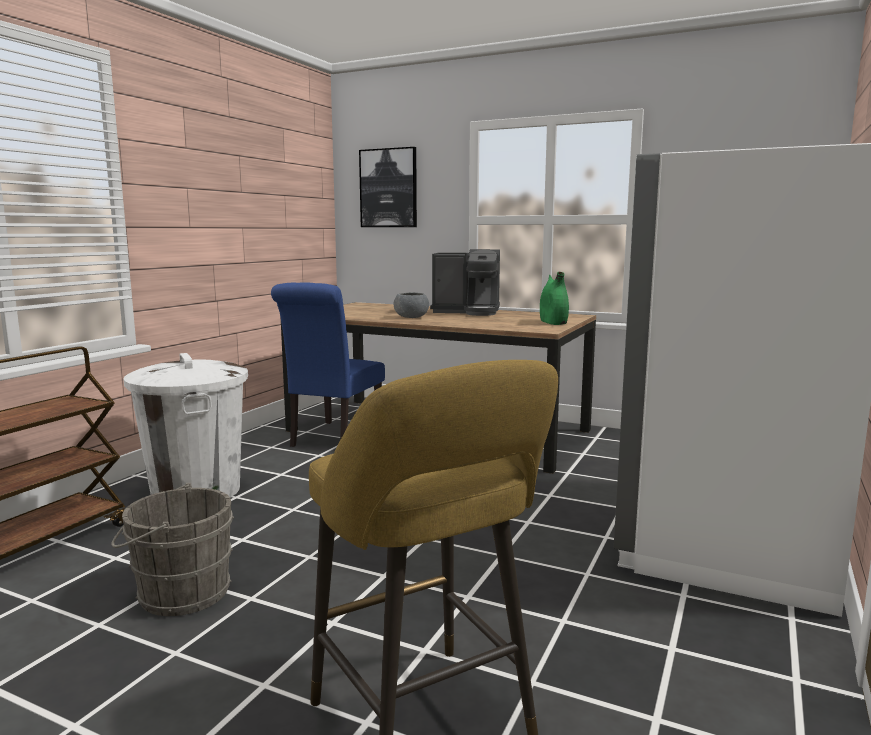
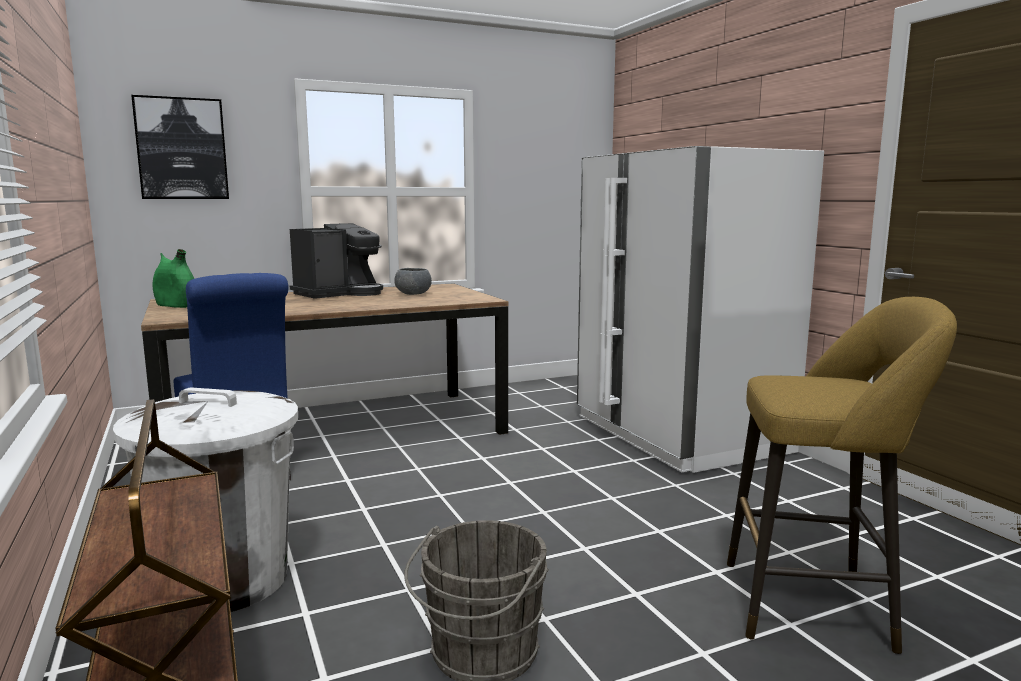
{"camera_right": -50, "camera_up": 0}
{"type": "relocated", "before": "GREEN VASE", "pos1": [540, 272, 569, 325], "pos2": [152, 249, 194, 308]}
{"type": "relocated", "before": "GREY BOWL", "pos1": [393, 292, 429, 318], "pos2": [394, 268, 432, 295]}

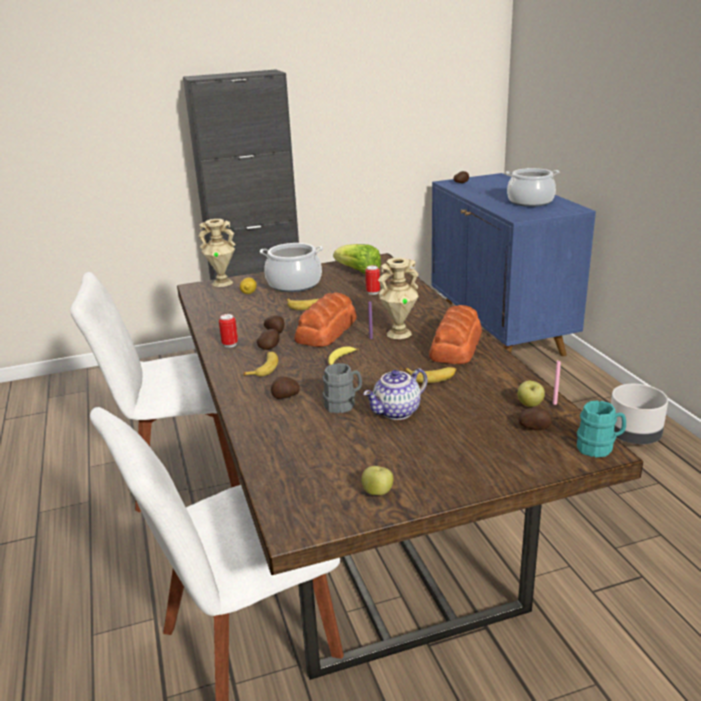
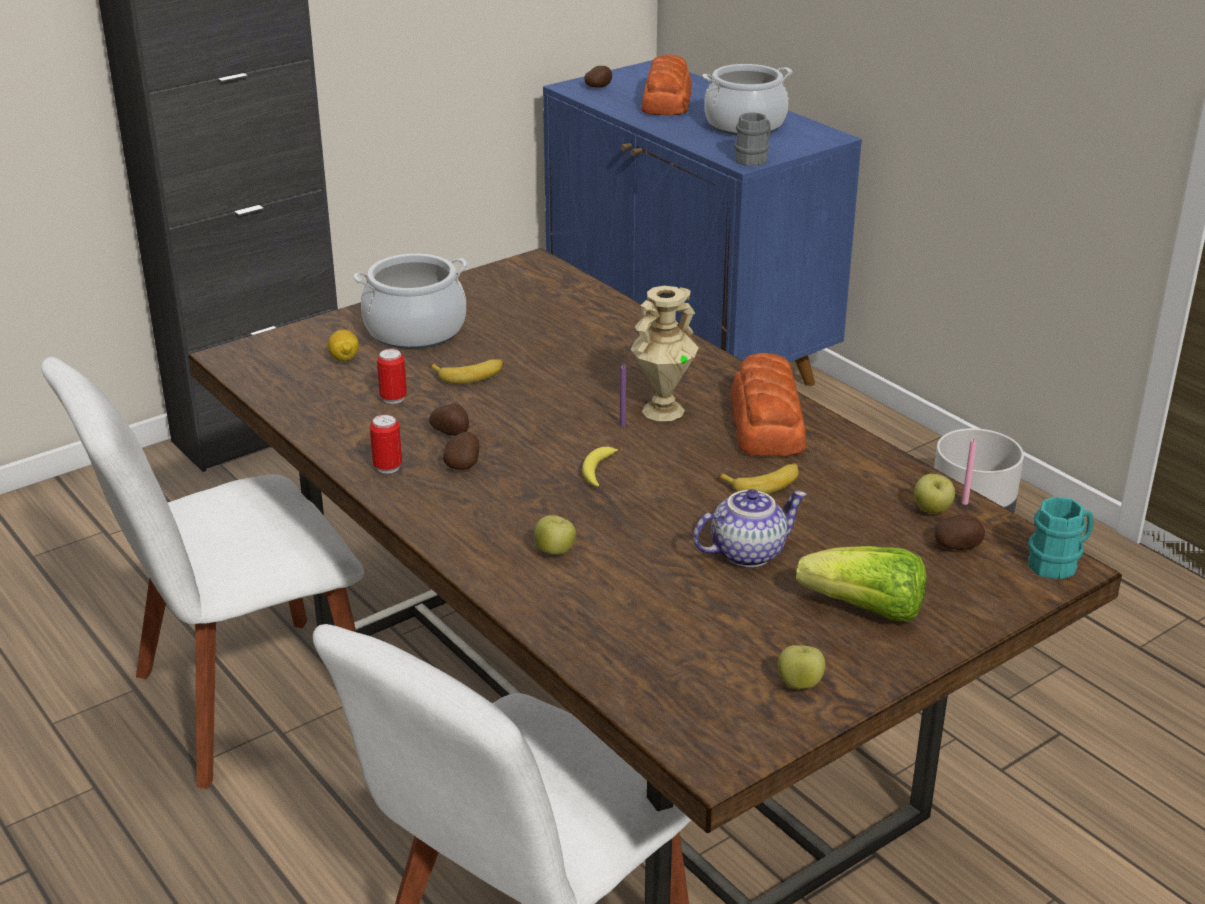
{"camera_right": -20, "camera_up": 5}
{"type": "relocated", "before": "CAN", "pos1": [365, 265, 380, 295], "pos2": [377, 349, 407, 404]}
{"type": "exchanged", "before": "POTATO", "after": "APPLE", "pos1": [271, 376, 300, 399], "pos2": [534, 515, 576, 555]}
{"type": "relocated", "before": "BREAD", "pos1": [294, 292, 357, 347], "pos2": [641, 55, 692, 115]}
{"type": "spun", "before": "TEAPOT", "pos1": [363, 368, 427, 420], "pos2": [693, 489, 807, 567], "turn": -150}
{"type": "relocated", "before": "GREY MUG", "pos1": [323, 363, 362, 413], "pos2": [734, 112, 771, 166]}
{"type": "relocated", "before": "LETTUCE", "pos1": [333, 244, 381, 274], "pos2": [796, 546, 927, 622]}
{"type": "missing", "before": "BEIGE VASE", "pos1": [198, 219, 235, 287]}
{"type": "missing", "before": "BANANA", "pos1": [243, 352, 278, 377]}

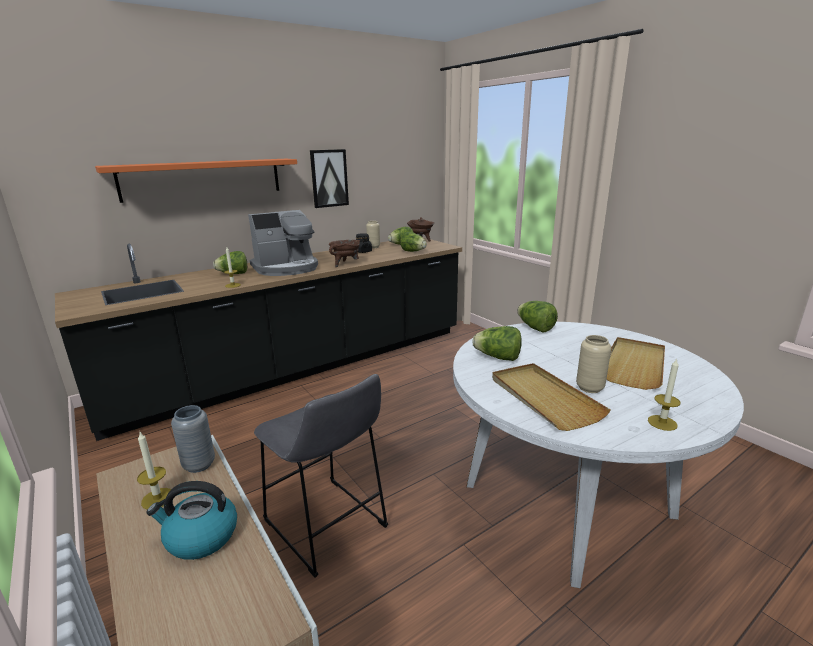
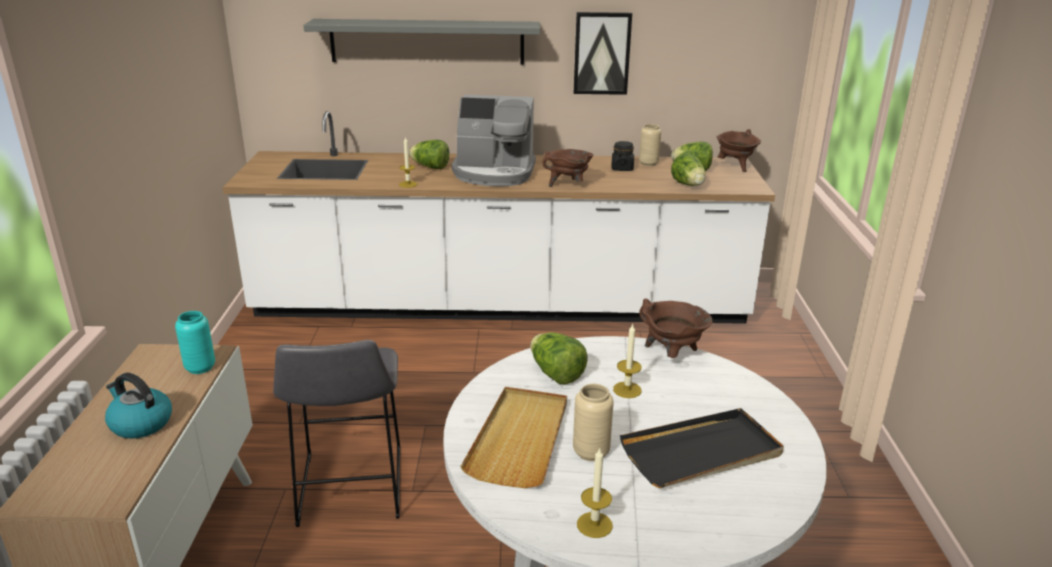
{"camera_right": 35, "camera_up": 5}
{"type": "colour", "before": "GREY VASE", "after": "TURQUOISE VASE", "pos1": [171, 405, 215, 473], "pos2": [175, 311, 215, 374]}
{"type": "colour", "before": "BLACK COUNTER", "after": "WHITE COUNTER", "pos1": [55, 237, 462, 441], "pos2": [223, 111, 775, 324]}
{"type": "colour", "before": "ORANGE SHELF", "after": "GREY SHELF", "pos1": [95, 159, 297, 203], "pos2": [303, 19, 540, 65]}
{"type": "relocated", "before": "CANDLE", "pos1": [137, 432, 171, 510], "pos2": [613, 324, 642, 398]}
{"type": "colour", "before": "BEIGE TRAY", "after": "BLACK TRAY", "pos1": [606, 337, 665, 390], "pos2": [620, 408, 784, 488]}
{"type": "exchanged", "before": "LETTUCE", "after": "BROWN COOKING POT", "pos1": [517, 301, 558, 333], "pos2": [639, 298, 713, 358]}

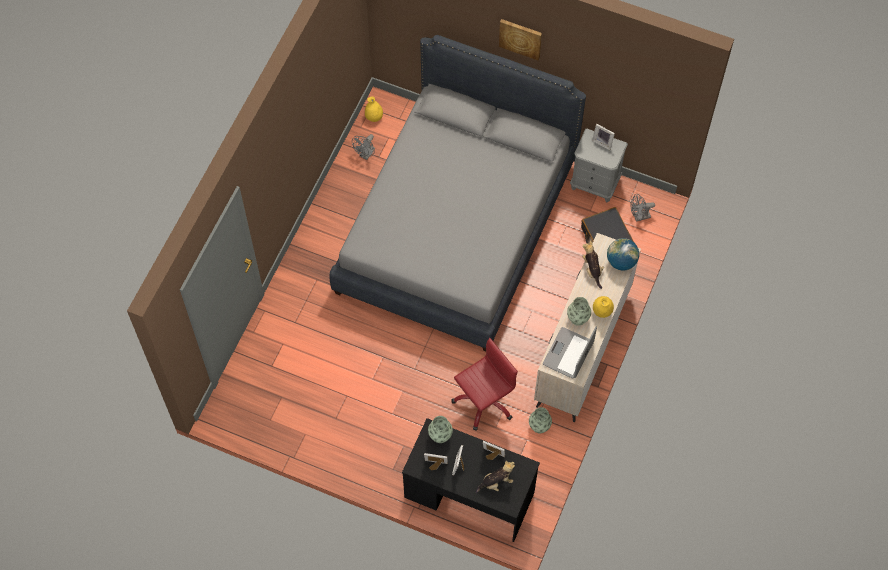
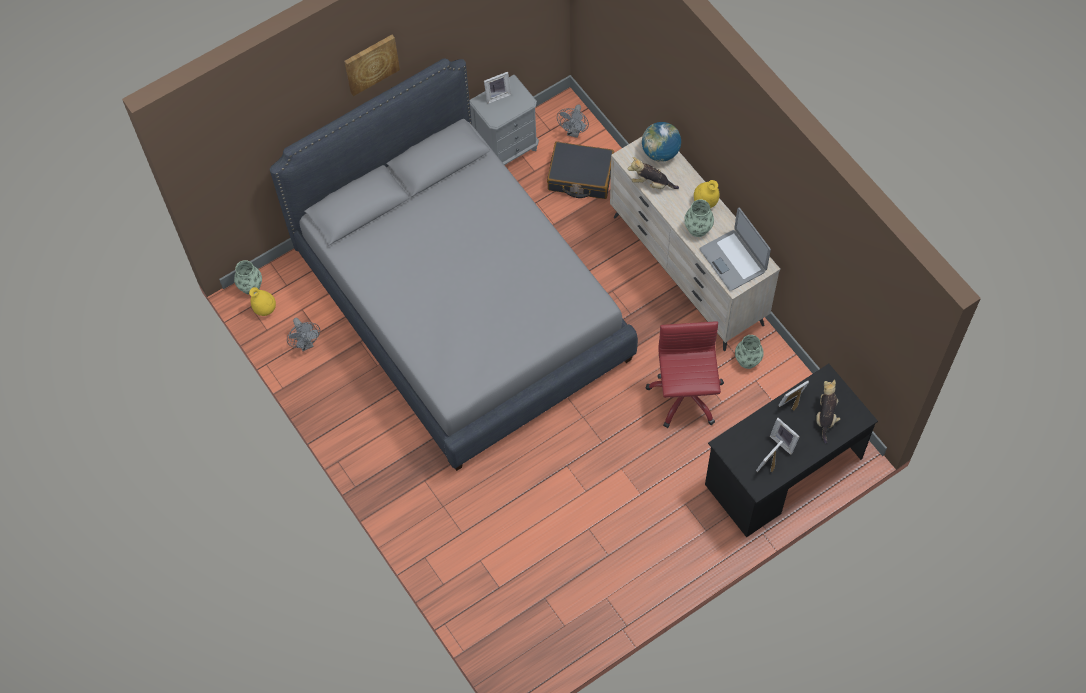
{"camera_right": -55, "camera_up": 0}
{"type": "relocated", "before": "VASE", "pos1": [428, 416, 453, 443], "pos2": [234, 260, 262, 295]}

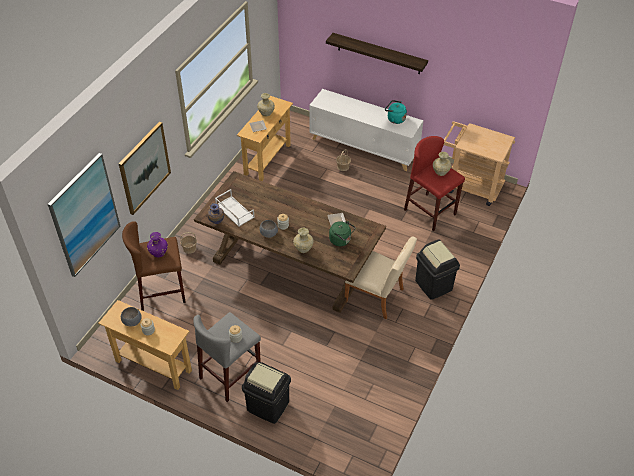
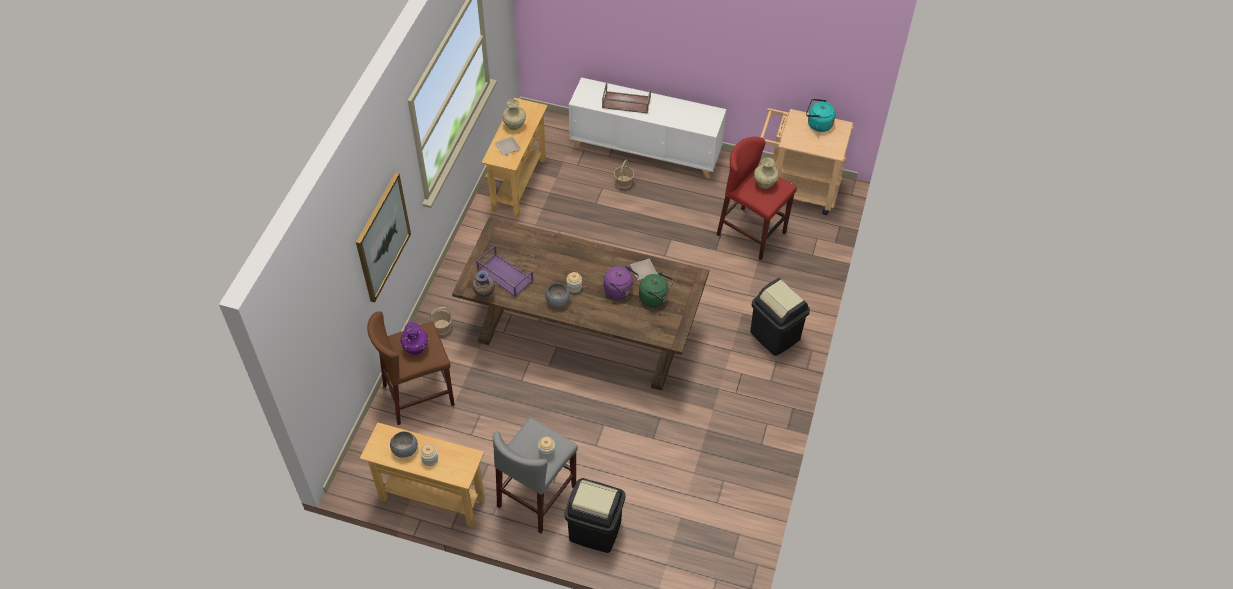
{"camera_right": -10, "camera_up": 5}
{"type": "colour", "before": "WHITE TRAY", "after": "PURPLE TRAY", "pos1": [215, 189, 255, 227], "pos2": [476, 245, 533, 297]}
{"type": "appeared", "after": "BROWN TRAY", "pos2": [602, 83, 651, 113]}
{"type": "appeared", "after": "PURPLE KETTLE", "pos2": [604, 266, 639, 299]}
{"type": "relocated", "before": "TURQUOISE KETTLE", "pos1": [385, 100, 407, 124], "pos2": [806, 99, 835, 132]}
{"type": "missing", "before": "PICTURE", "pos1": [48, 153, 121, 277]}
{"type": "missing", "before": "BEIGE VASE", "pos1": [293, 228, 314, 253]}
{"type": "missing", "before": "SHELF", "pos1": [326, 33, 428, 74]}
{"type": "missing", "before": "BEIGE CHAIR", "pos1": [345, 237, 417, 319]}

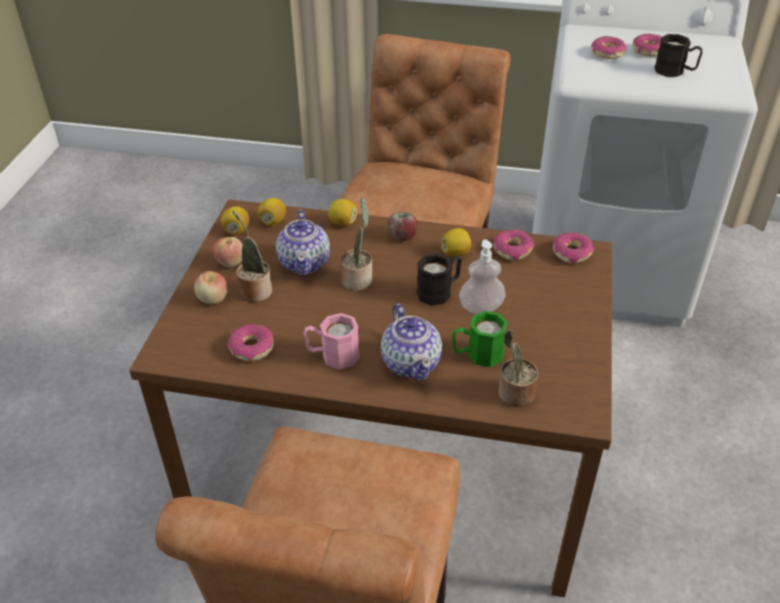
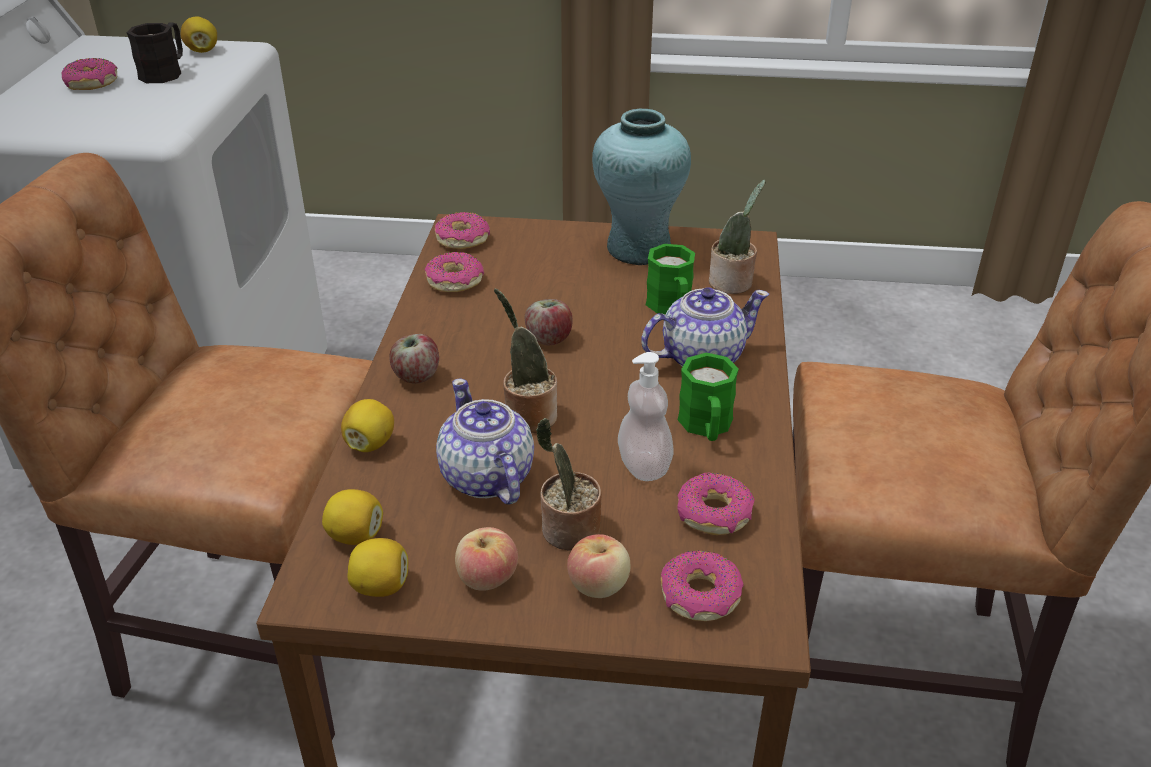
{"camera_right": -95, "camera_up": -5}
{"type": "relocated", "before": "LEMON", "pos1": [441, 228, 471, 257], "pos2": [181, 16, 217, 53]}
{"type": "spun", "before": "TEAPOT", "pos1": [276, 210, 330, 276], "pos2": [436, 379, 534, 505], "turn": -105}
{"type": "exchanged", "before": "BLACK MUG", "after": "APPLE", "pos1": [417, 254, 461, 306], "pos2": [525, 299, 573, 346]}
{"type": "appeared", "after": "TURQUOISE VASE", "pos2": [592, 108, 691, 265]}
{"type": "relocated", "before": "SOAP DISPENSER", "pos1": [459, 239, 506, 314], "pos2": [618, 352, 674, 481]}
{"type": "relocated", "before": "DONUT", "pos1": [591, 36, 626, 59], "pos2": [661, 550, 743, 621]}
{"type": "colour", "before": "PINK MUG", "after": "GREEN MUG", "pos1": [304, 313, 360, 370], "pos2": [678, 353, 739, 441]}

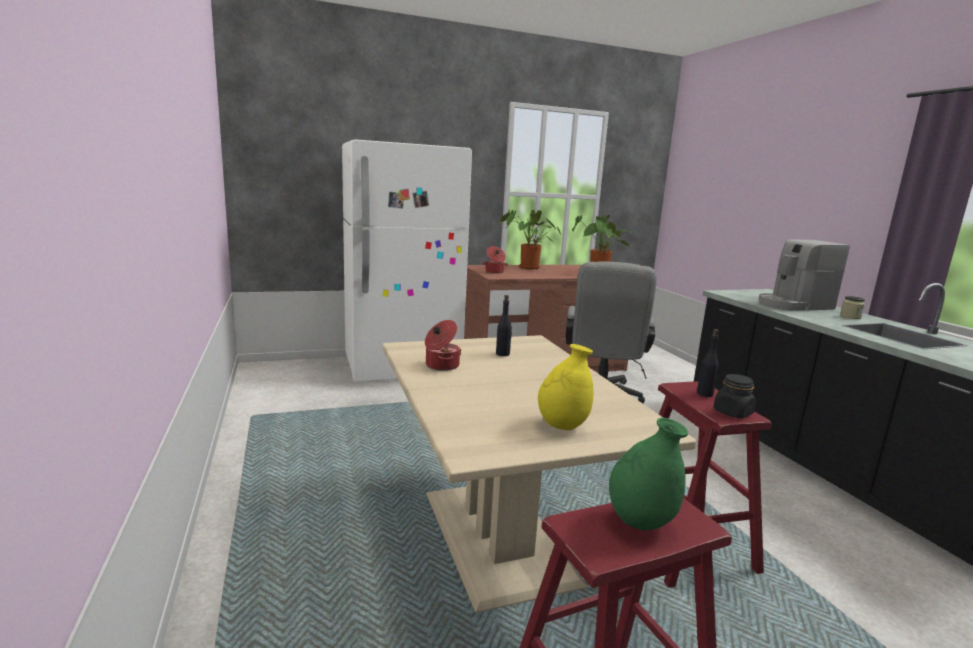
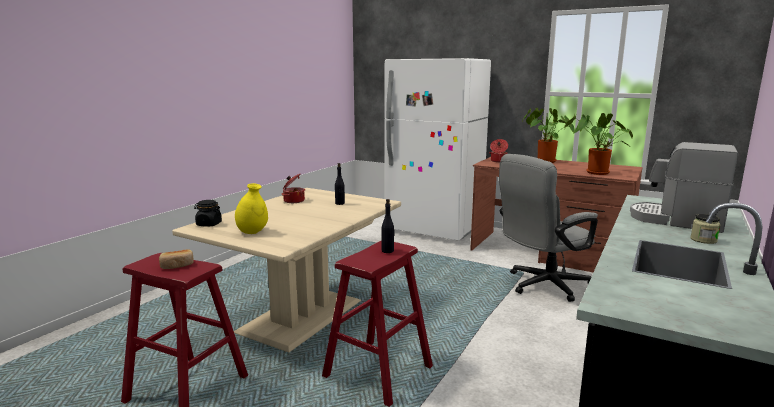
{"camera_right": 50, "camera_up": 0}
{"type": "exchanged", "before": "GREEN VASE", "after": "BREAD", "pos1": [609, 417, 688, 531], "pos2": [159, 249, 194, 269]}
{"type": "relocated", "before": "BLACK JAR", "pos1": [713, 374, 756, 418], "pos2": [194, 200, 222, 226]}

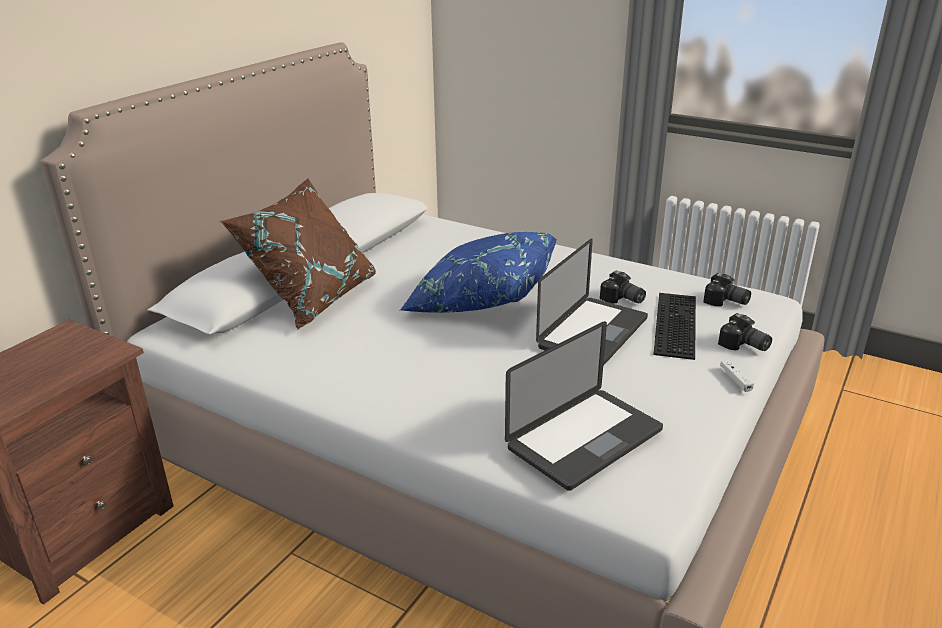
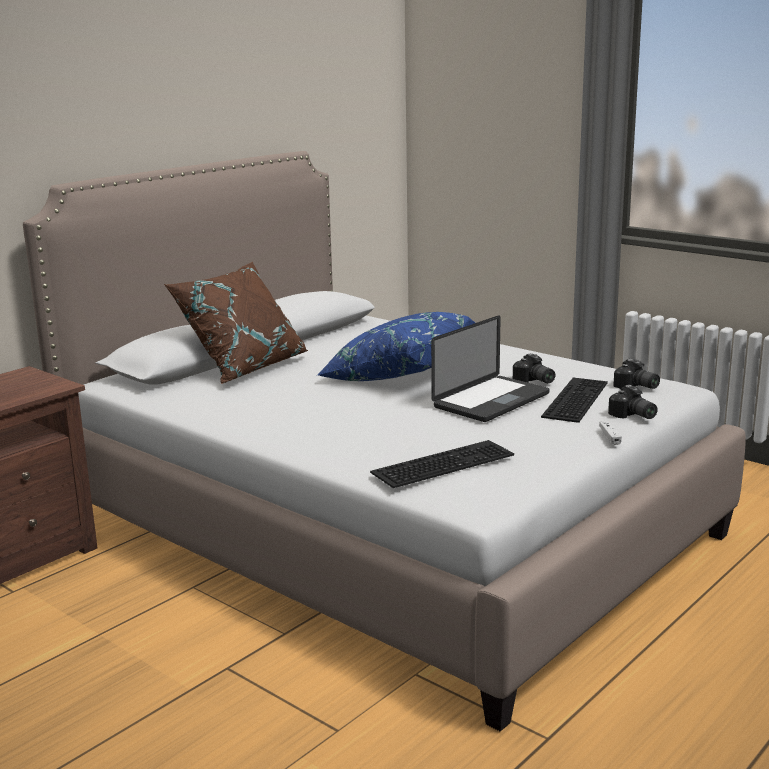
{"camera_right": 10, "camera_up": -10}
{"type": "exchanged", "before": "LAPTOP", "after": "KEYBOARD", "pos1": [505, 321, 663, 491], "pos2": [370, 440, 514, 488]}

